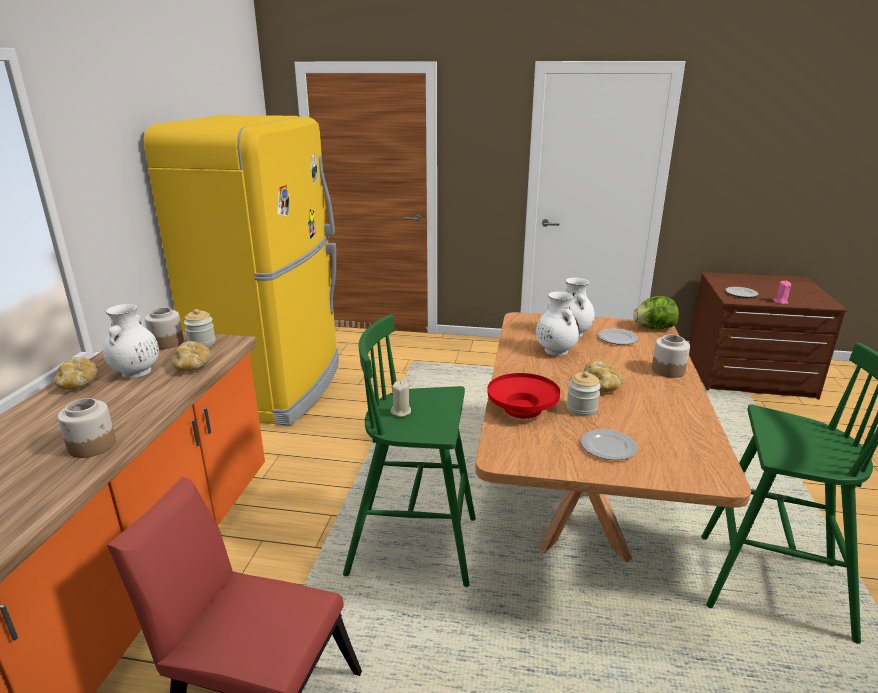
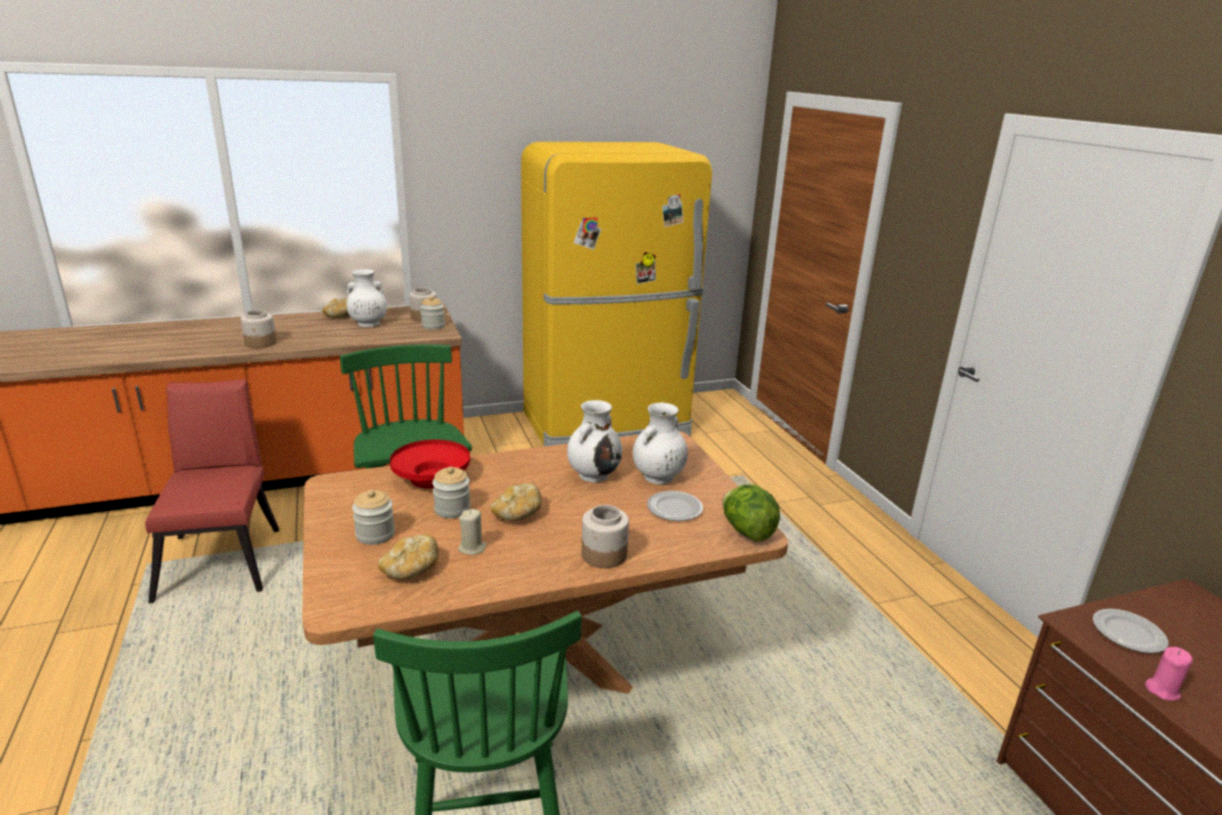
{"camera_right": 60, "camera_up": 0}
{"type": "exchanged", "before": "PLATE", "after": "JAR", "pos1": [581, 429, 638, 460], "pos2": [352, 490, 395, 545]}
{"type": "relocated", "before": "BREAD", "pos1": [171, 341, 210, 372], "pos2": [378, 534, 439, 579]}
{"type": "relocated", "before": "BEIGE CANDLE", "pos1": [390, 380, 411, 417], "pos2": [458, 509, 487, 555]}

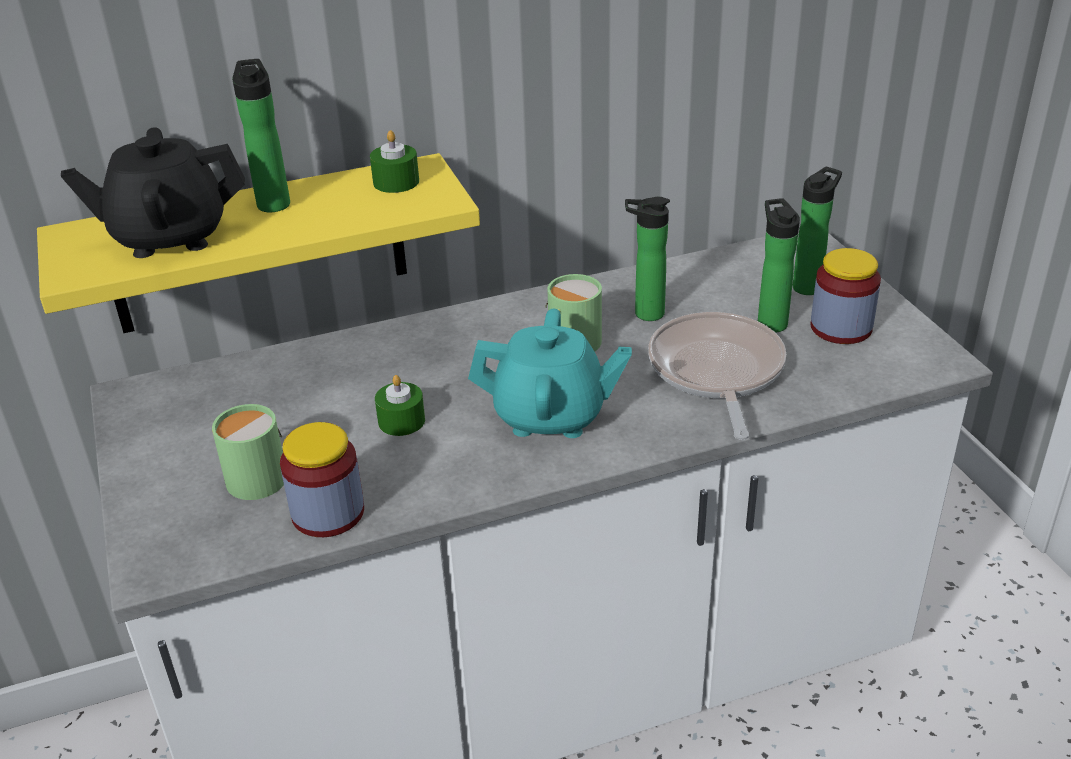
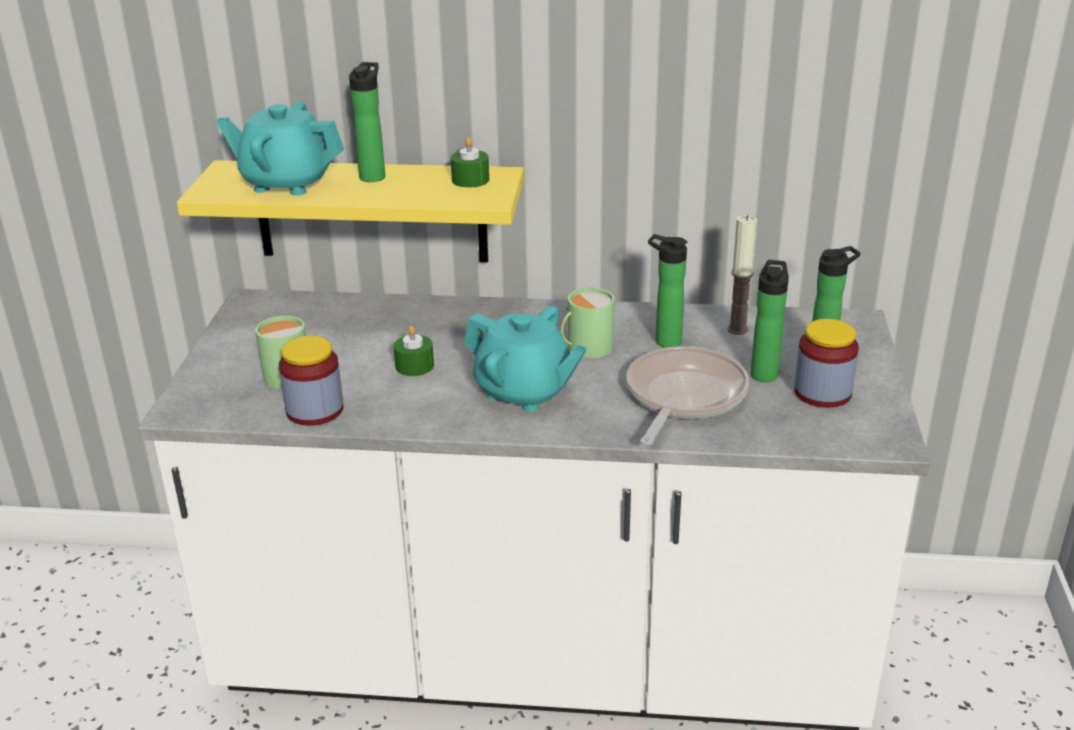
{"camera_right": 25, "camera_up": -5}
{"type": "colour", "before": "BLACK TEAPOT", "after": "TURQUOISE TEAPOT", "pos1": [61, 127, 245, 258], "pos2": [216, 102, 344, 196]}
{"type": "appeared", "after": "CANDLE", "pos2": [727, 215, 757, 335]}

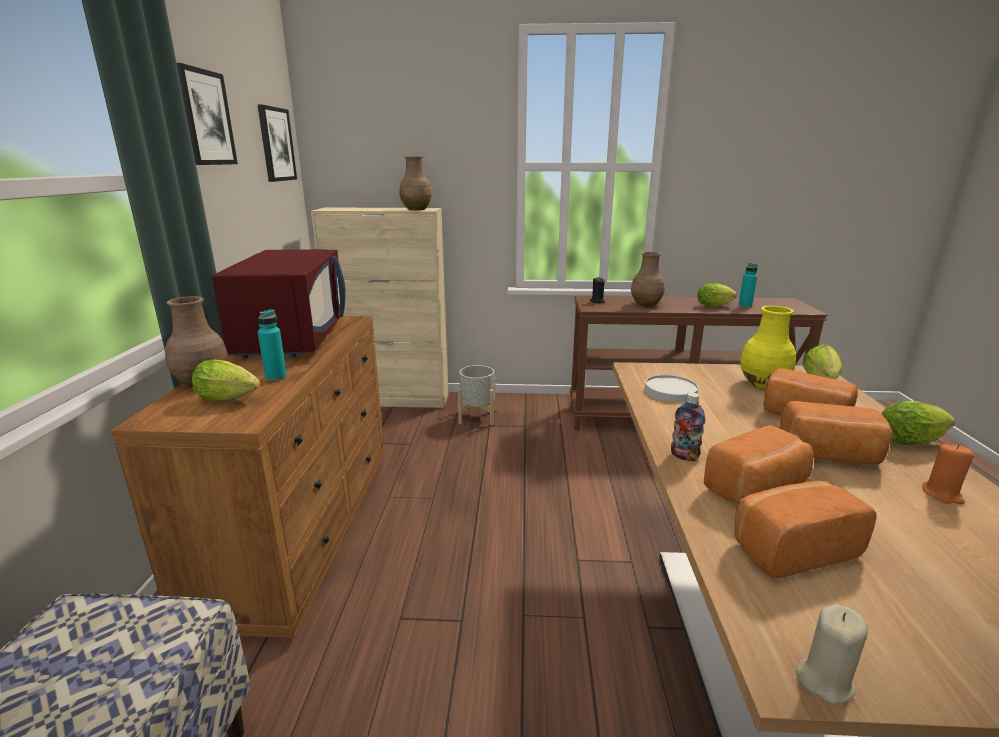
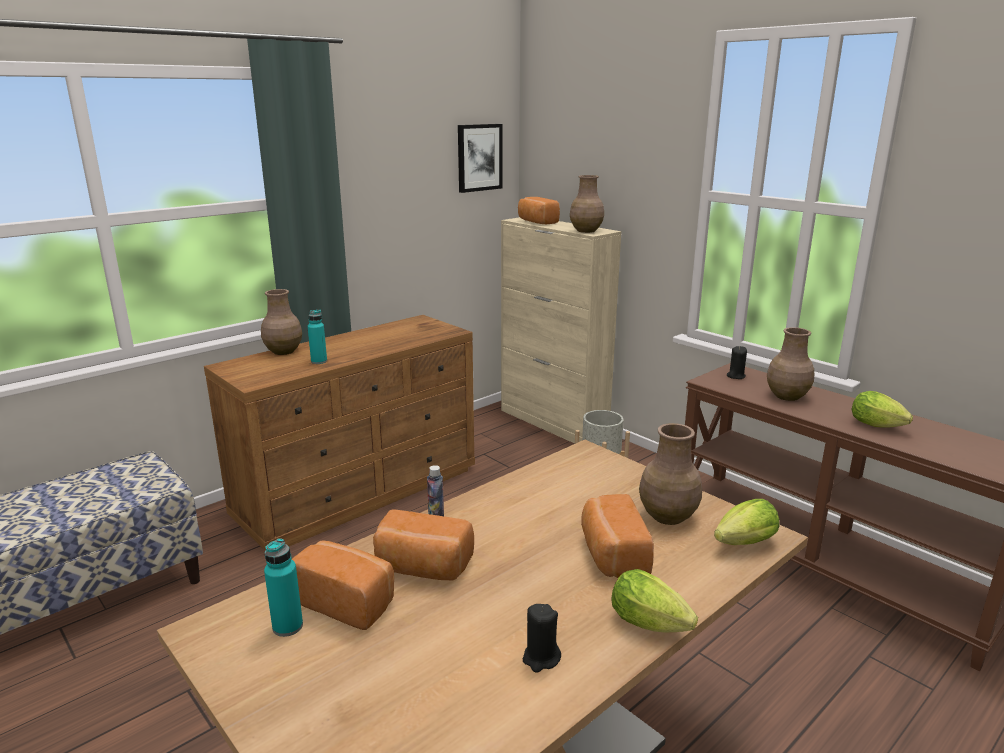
{"camera_right": 45, "camera_up": 0}
{"type": "relocated", "before": "TURQUOISE BOTTLE", "pos1": [738, 263, 758, 308], "pos2": [264, 538, 303, 637]}
{"type": "relocated", "before": "BREAD", "pos1": [780, 401, 892, 464], "pos2": [518, 197, 560, 225]}
{"type": "colour", "before": "ORANGE CANDLE", "after": "BLACK CANDLE", "pos1": [922, 444, 974, 504], "pos2": [523, 604, 561, 672]}
{"type": "colour", "before": "YELLOW VASE", "after": "BROWN VASE", "pos1": [740, 306, 796, 389], "pos2": [639, 423, 702, 525]}
{"type": "missing", "before": "PICTURE", "pos1": [177, 63, 238, 165]}
{"type": "missing", "before": "LETTUCE", "pos1": [192, 359, 260, 401]}
{"type": "missing", "before": "RED MICROWAVE", "pos1": [212, 249, 345, 358]}
{"type": "missing", "before": "WHITE PLATE", "pos1": [645, 375, 698, 402]}
{"type": "missing", "before": "BEIGE CANDLE", "pos1": [796, 604, 868, 705]}

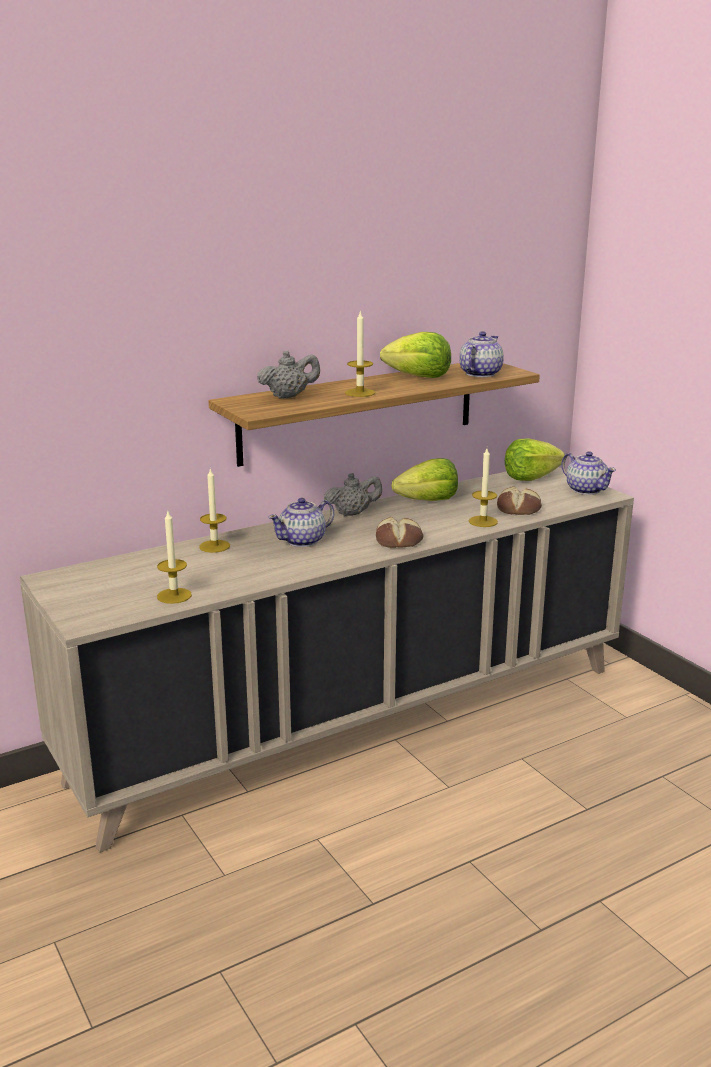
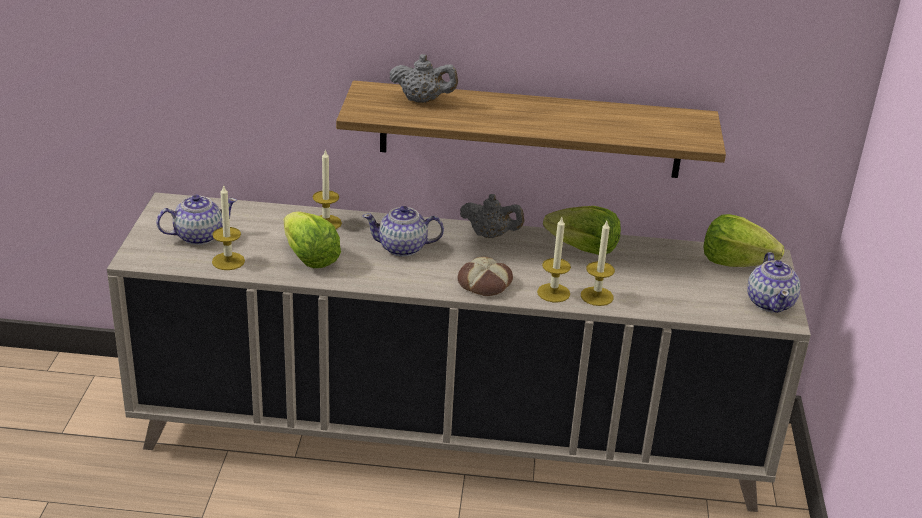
{"camera_right": 35, "camera_up": 10}
{"type": "relocated", "before": "TEAPOT", "pos1": [460, 331, 504, 377], "pos2": [156, 195, 237, 245]}
{"type": "relocated", "before": "LETTUCE", "pos1": [380, 332, 451, 378], "pos2": [284, 211, 341, 268]}
{"type": "relocated", "before": "CANDLE", "pos1": [345, 312, 375, 397], "pos2": [537, 217, 571, 302]}
{"type": "missing", "before": "BREAD", "pos1": [497, 486, 542, 515]}

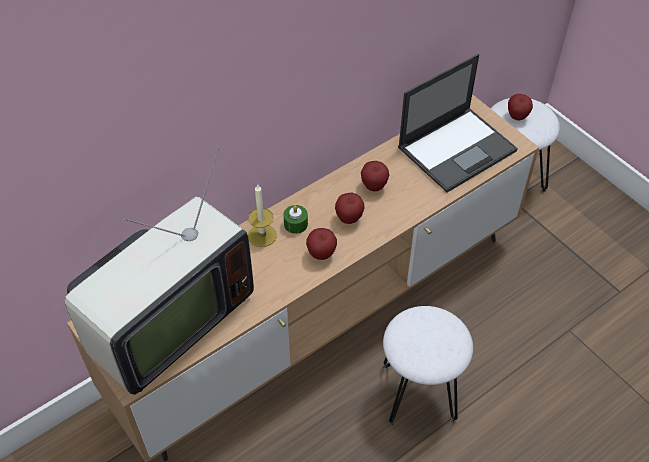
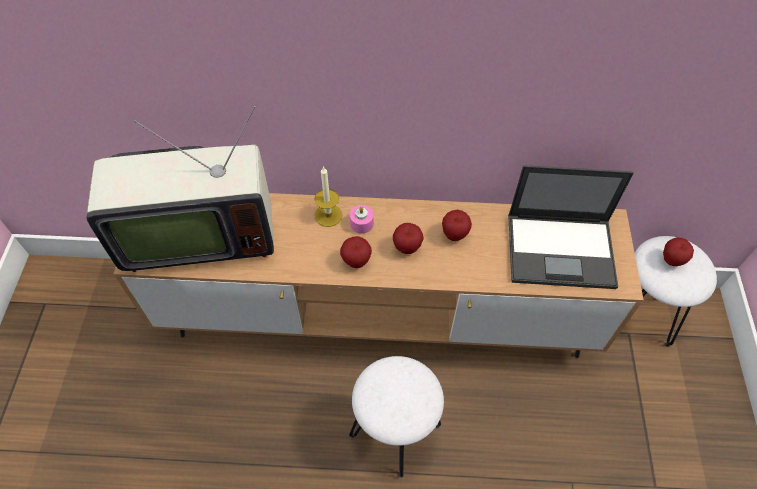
{"camera_right": 40, "camera_up": 5}
{"type": "colour", "before": "GREEN CANDLE", "after": "PINK CANDLE", "pos1": [283, 205, 308, 234], "pos2": [350, 205, 374, 234]}

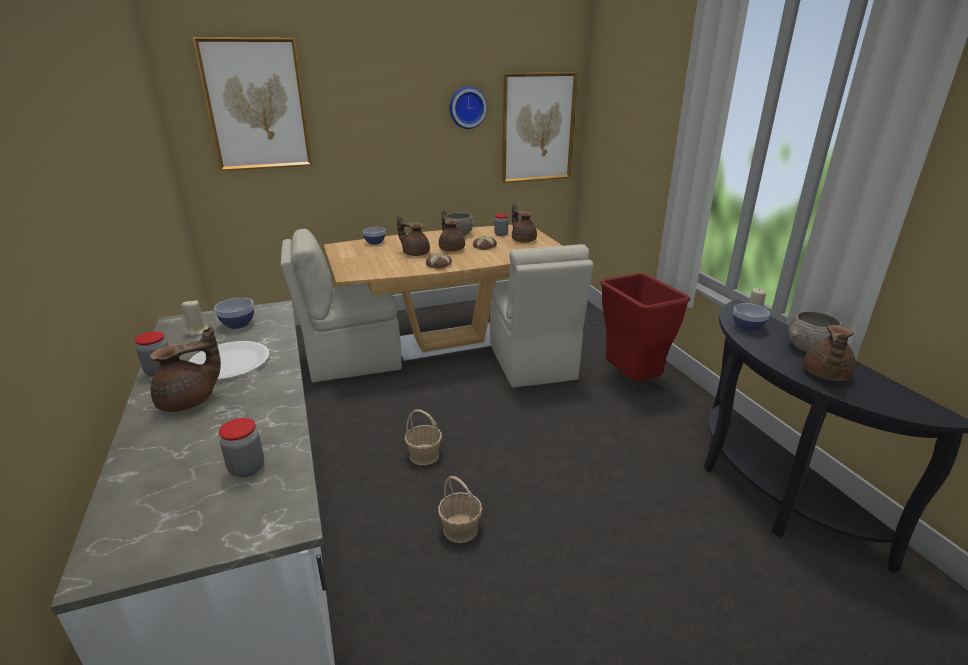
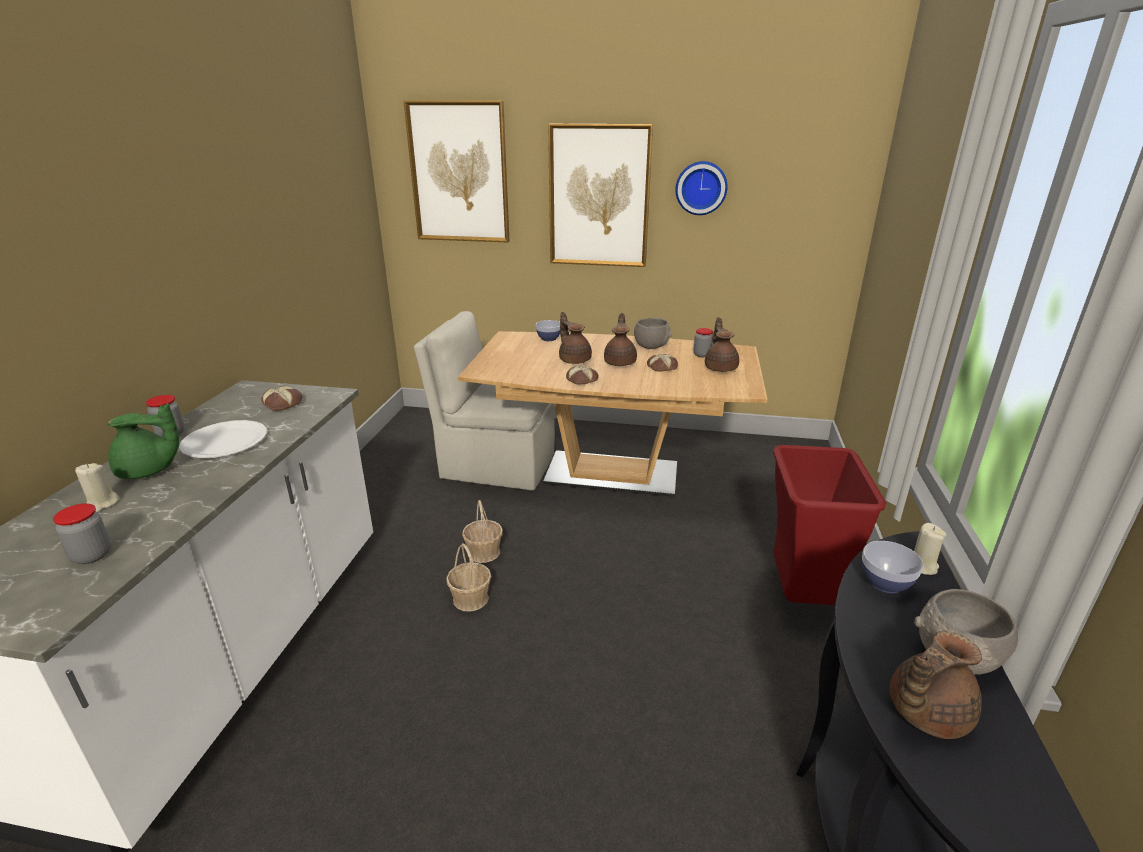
{"camera_right": 30, "camera_up": 0}
{"type": "relocated", "before": "BEIGE CANDLE", "pos1": [181, 299, 208, 336], "pos2": [75, 463, 119, 512]}
{"type": "colour", "before": "BROWN TEAPOT", "after": "GREEN TEAPOT", "pos1": [150, 326, 221, 412], "pos2": [107, 403, 179, 479]}
{"type": "exchanged", "before": "BOWL", "after": "BREAD", "pos1": [214, 298, 254, 329], "pos2": [261, 386, 303, 411]}
{"type": "relocated", "before": "BASKET", "pos1": [438, 476, 483, 543], "pos2": [462, 500, 503, 563]}
{"type": "relocated", "before": "PICTURE", "pos1": [502, 72, 578, 183], "pos2": [548, 124, 653, 267]}
{"type": "missing", "before": "BEIGE CHAIR", "pos1": [490, 244, 593, 388]}

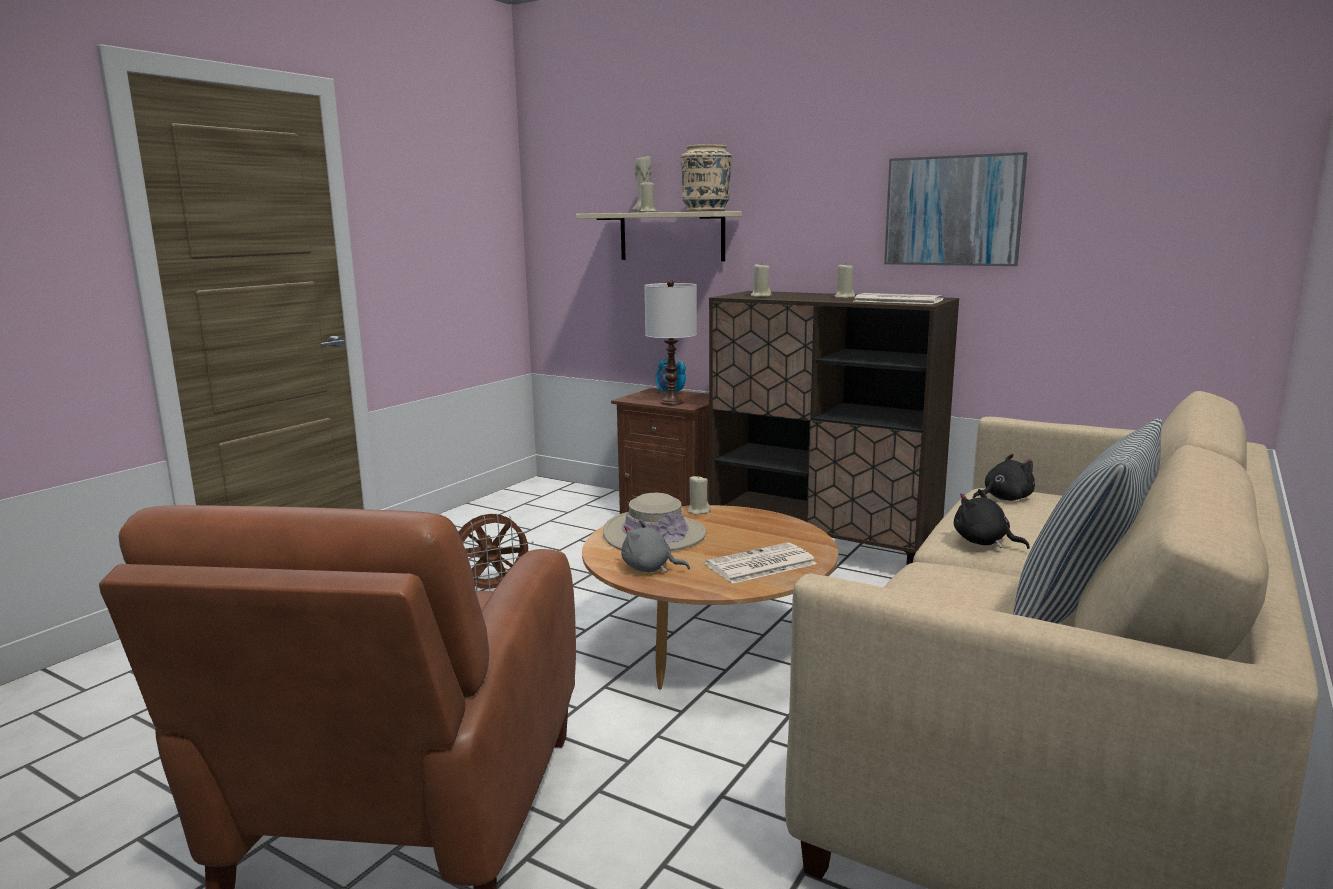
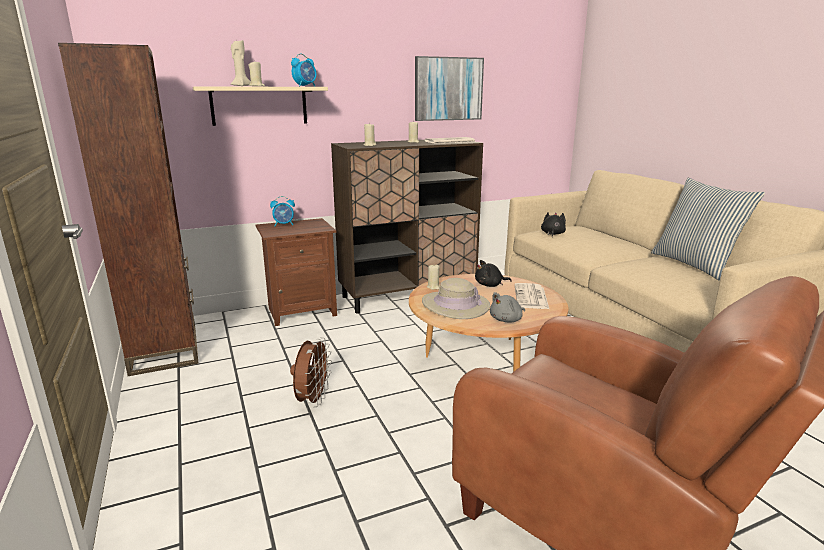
{"camera_right": -55, "camera_up": 5}
{"type": "appeared", "after": "BROWN BOOKCASE", "pos2": [58, 43, 198, 376]}
{"type": "exchanged", "before": "BEIGE VASE", "after": "ALARM CLOCK", "pos1": [681, 144, 732, 212], "pos2": [291, 54, 316, 86]}
{"type": "relocated", "before": "BLACK PLUSH TOY", "pos1": [954, 489, 1030, 549], "pos2": [475, 260, 512, 287]}
{"type": "missing", "before": "WHITE TABLE LAMP", "pos1": [644, 280, 697, 405]}

